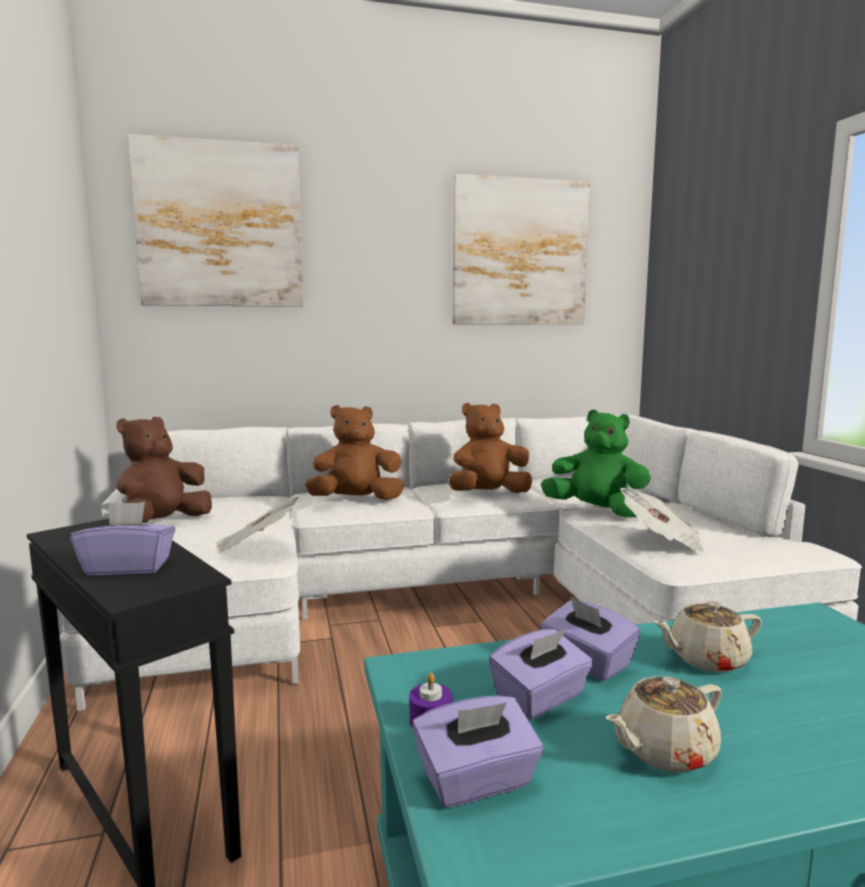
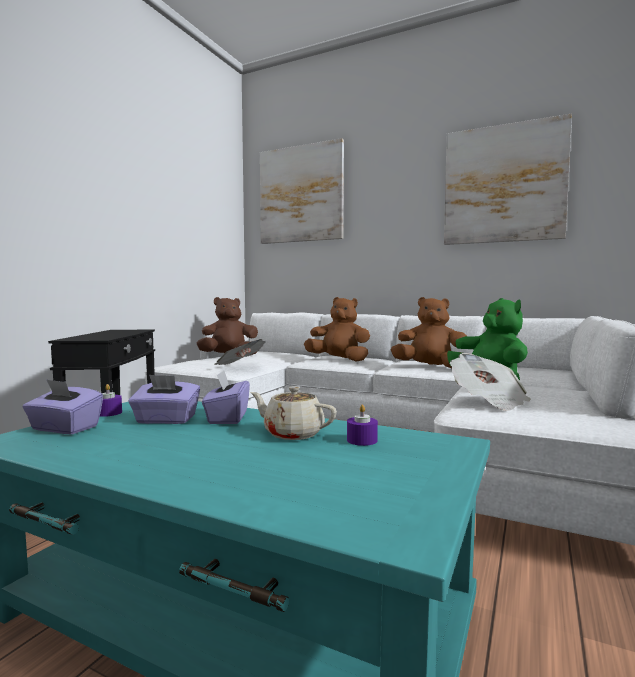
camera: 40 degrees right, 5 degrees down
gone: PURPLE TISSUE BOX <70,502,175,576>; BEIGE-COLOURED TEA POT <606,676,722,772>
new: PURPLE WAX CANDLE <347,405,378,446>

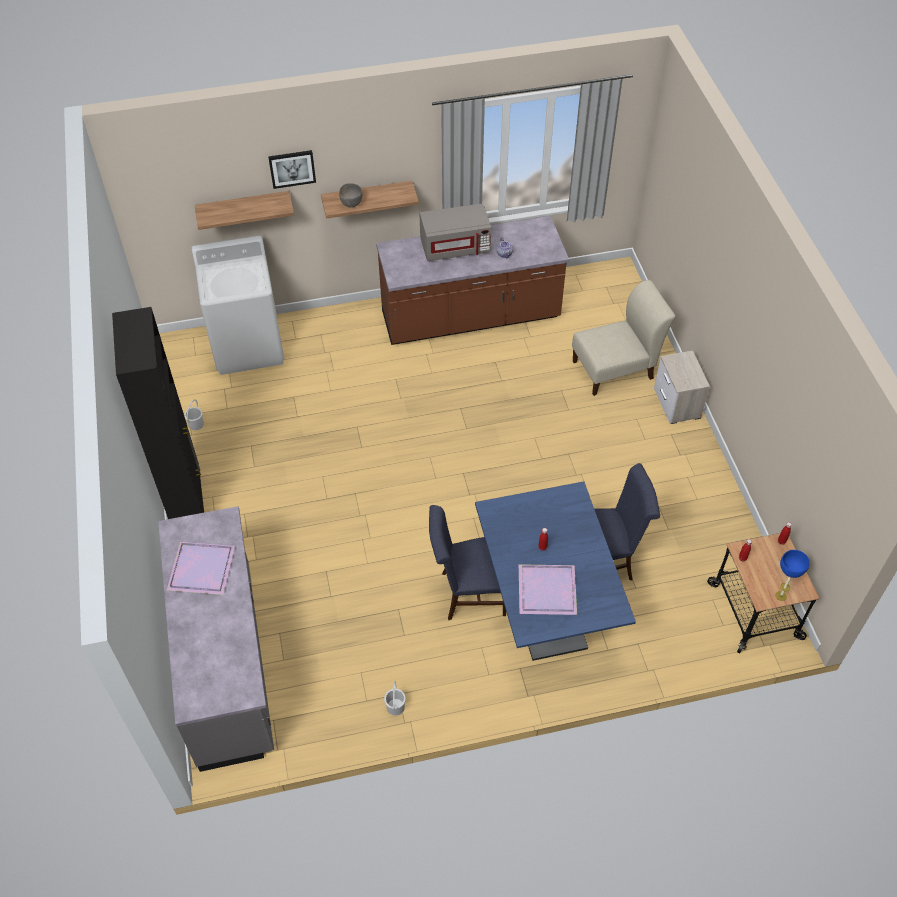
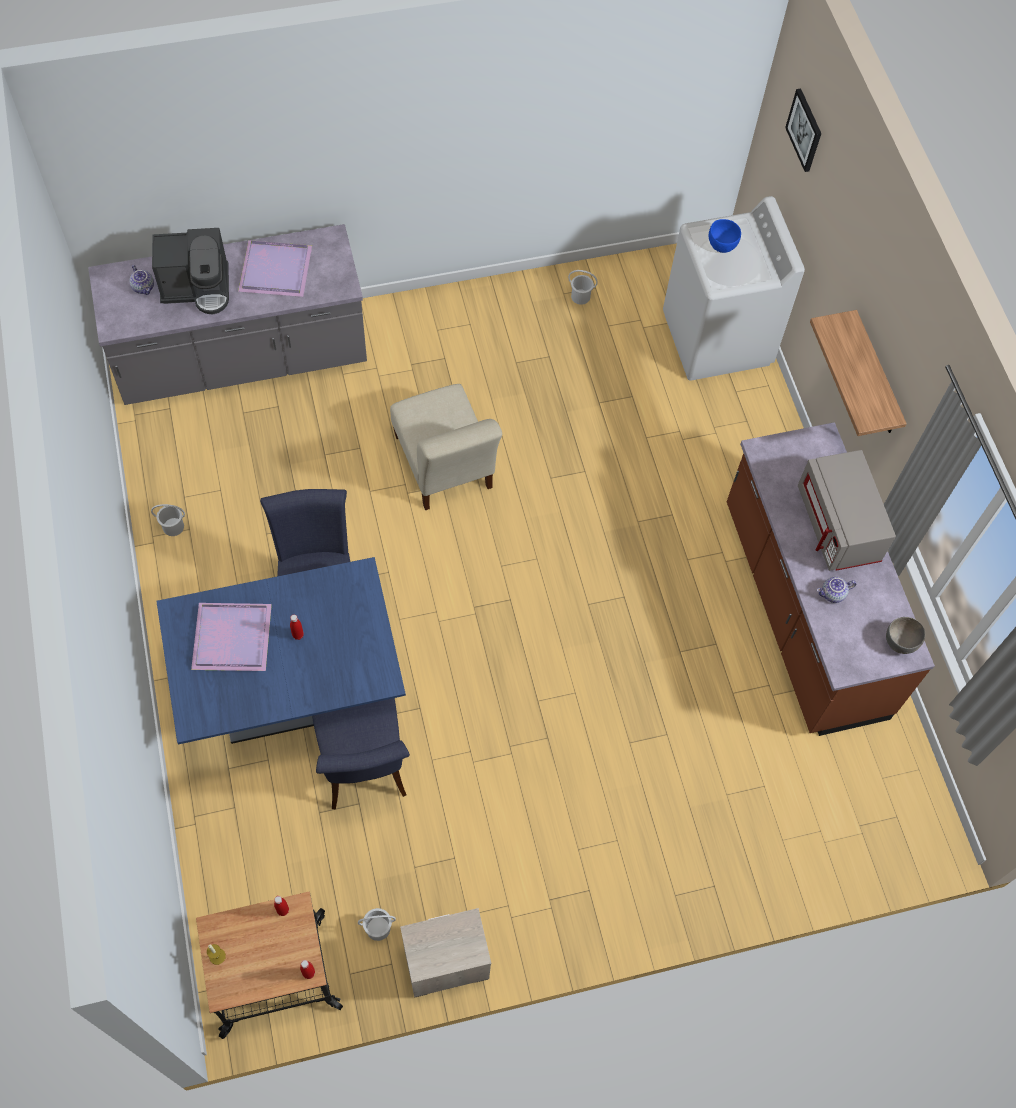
camera: 85 degrees right, 10 degrees up
gone: BLACK CUPBOARD <112,307,204,519>; WALL SHELF <195,191,294,230>
new: TEA POT <130,265,154,295>; COFFEE MAKER <152,228,229,315>; WHITISH WATER BUCKET <358,908,396,941>
shifted: BEIGE-COLOURED UPRIGHT CHAIR <572,280,675,396> to <390,384,502,510>; NIGHT TABLE <654,351,710,424> to <400,908,491,998>; BLUE-COLOURED SERVING BOWL <780,550,810,578> to <709,219,741,253>; WALL PICTURE <268,150,316,189> to <785,88,821,172>; GRAY SERVING BOWL <339,183,362,207> to <886,617,925,654>

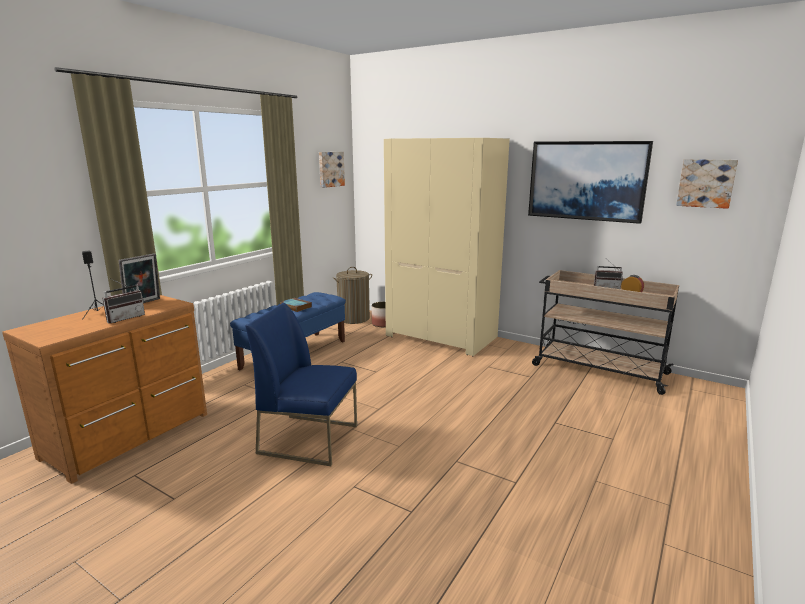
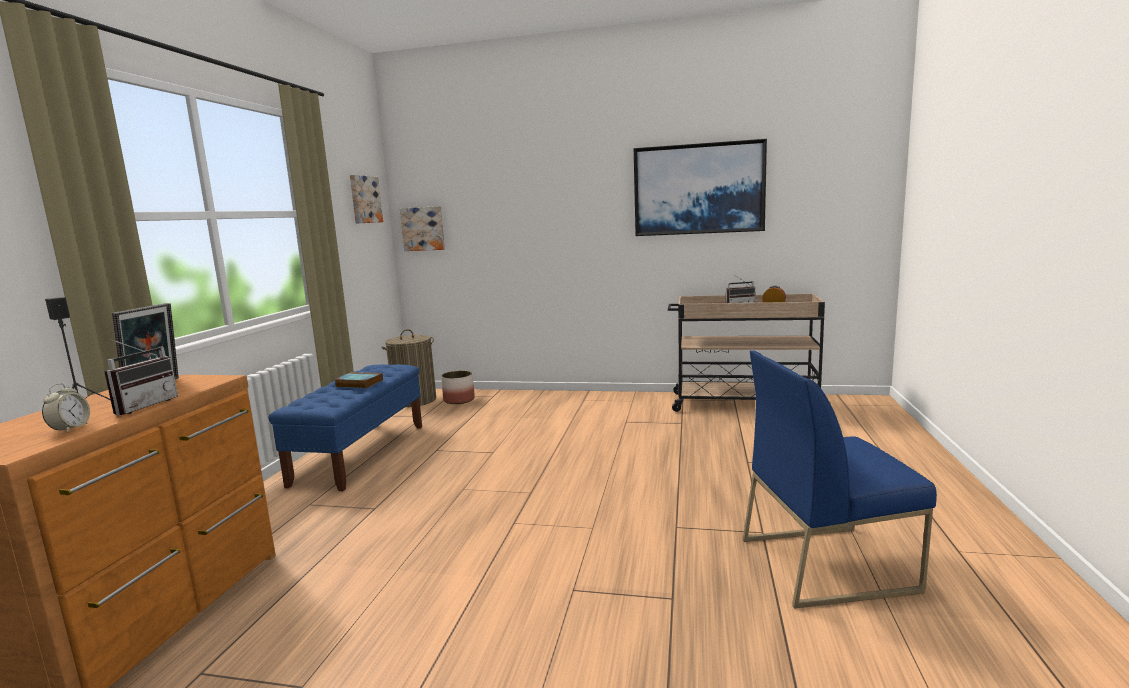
camera: 20 degrees left, 5 degrees down
gone: BEIGE-COLOURED ARMOIRE <384,138,510,356>
new: BEDSIDE CLOCK <42,383,90,433>
shifted: WALL PICTURE <676,159,738,209> to <400,206,445,251>; BLUE-COLOURED UPRIGHT CHAIR <245,303,357,466> to <743,350,937,608>

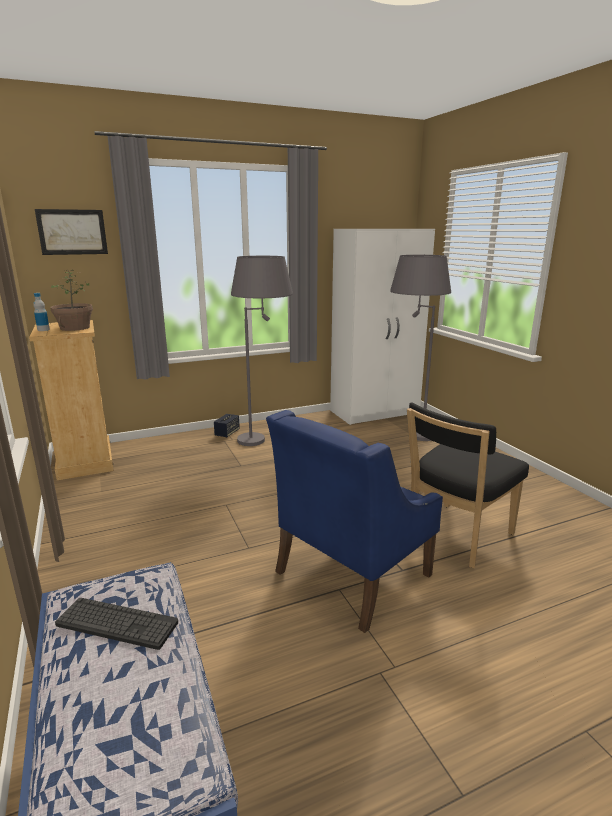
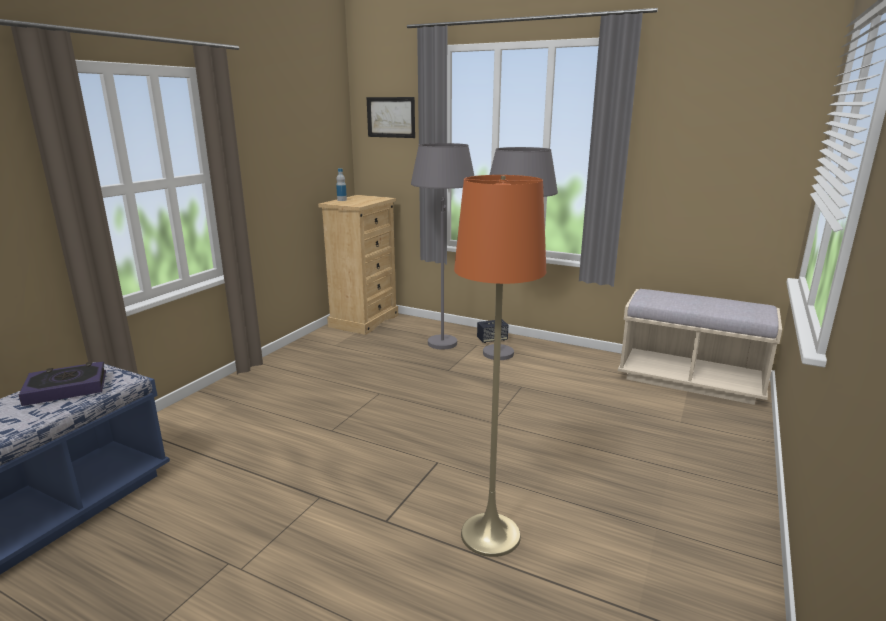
camera: 50 degrees right, 0 degrees up
gone: PLANT IN A POT <50,270,93,331>; BLUE-COLOURED ARMCHAIR <266,410,443,633>
shifted: GRAY STANDING LAMP <390,255,451,441> to <411,143,474,349>
swapped: PC KEYBOARD <55,598,178,650> to BOOK <19,361,106,406>; BLACK UPRIGHT CHAIR <407,403,529,568> to ORANGE-COLOURED STANDING LAMP <454,175,546,557>; WHITISH ARMOIRE <330,229,435,425> to BEIGE-COLOURED LONG SEAT <618,289,782,405>

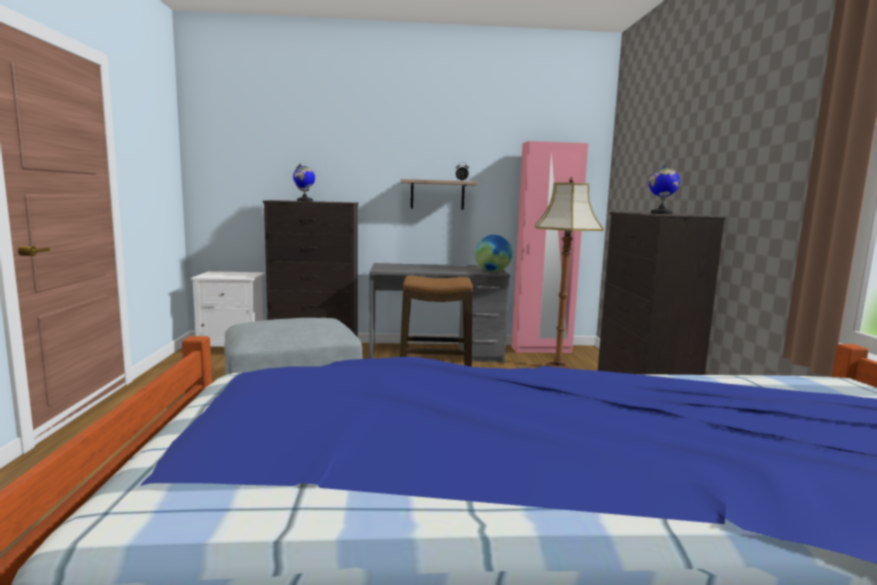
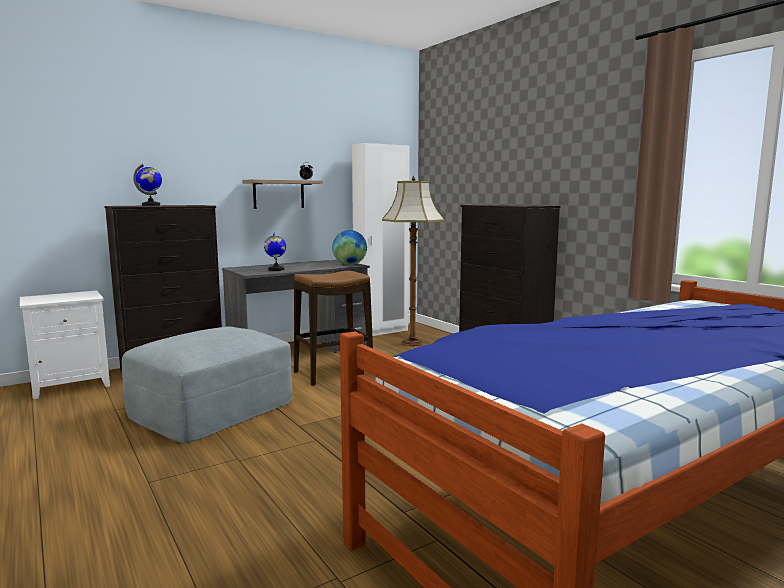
camera: 30 degrees left, 0 degrees up
shifted: WORLD GLOBE <649,164,680,214> to <264,232,286,271>
repainted: PINK ARMOIRE <511,141,588,353> to WHITISH ARMOIRE <352,143,410,336>

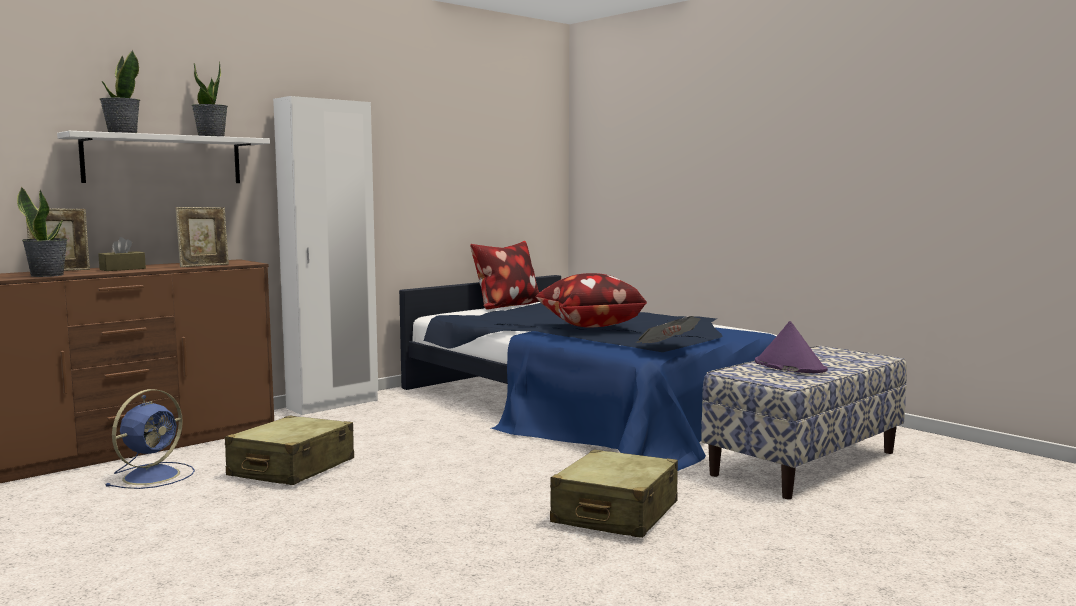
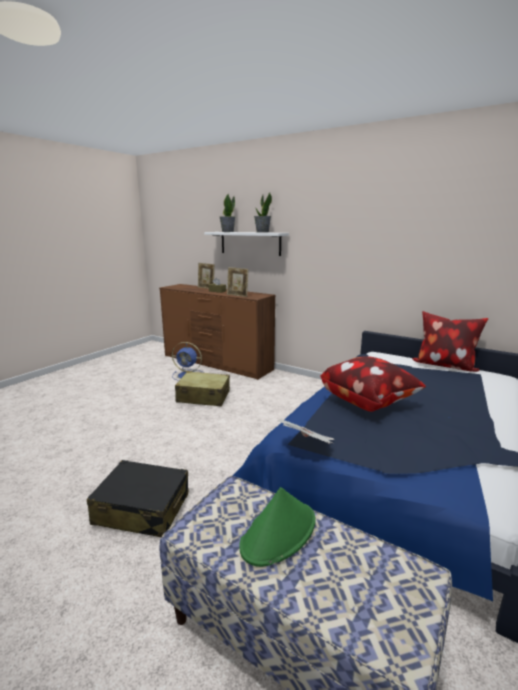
camera: 75 degrees right, 10 degrees up
gone: PLANT IN A POT <17,187,68,277>; WHITISH ARMOIRE <273,96,378,415>
repainted: BEIGE-COLOURED TRAVEL CASE <550,449,678,538> to BLACK TRAVEL CASE <87,460,188,538>; PURPLE HAT <755,321,828,373> to GREEN HAT <239,487,316,567>

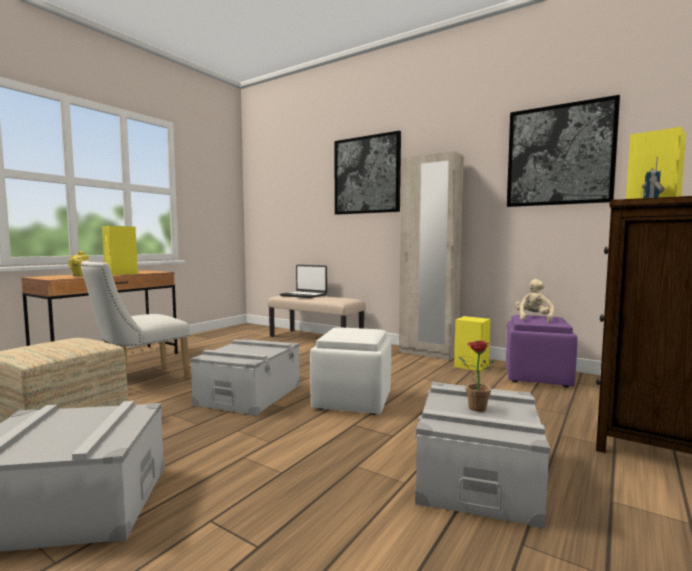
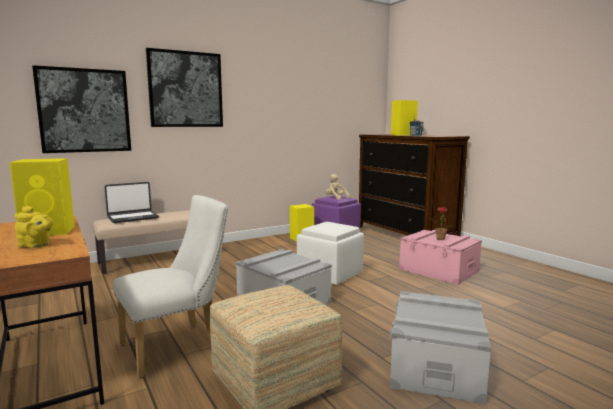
camera: 65 degrees left, 5 degrees up
gone: BEIGE-COLOURED ARMOIRE <399,151,464,360>
shifted: WALL PICTURE <507,95,620,207> to <32,65,131,153>
repainted: GRAY STORAGE CONTAINER <415,382,550,528> to PINK STORAGE CONTAINER <399,230,482,285>
rotated: WHITISH UPRIGHT CHAIR <80,261,190,380> = <113,195,228,378> 105 degrees counterclockwise

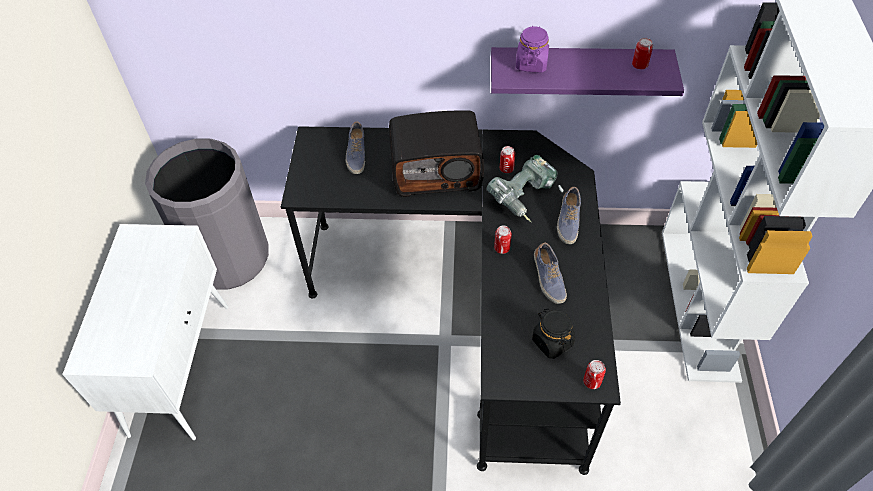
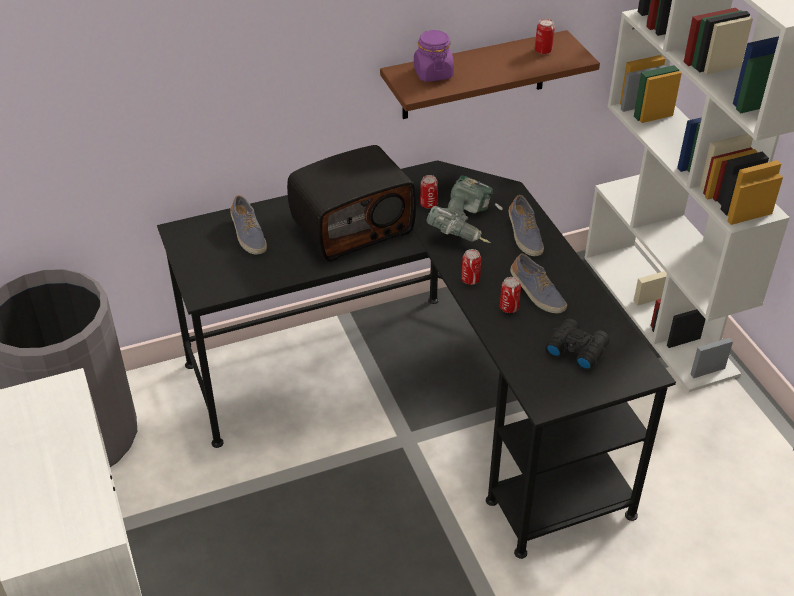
camera: 25 degrees left, 10 degrees down
shifted: SEALED CAN <583,360,606,389> to <500,277,521,313>
swapped: BLACK PRESERVE JAR <532,309,575,359> to BLACK PAIR OF BINOCULARS <545,318,610,371>
repainted: PURPLE WALL SHELF <491,47,684,96> to BROWN WALL SHELF <380,30,600,119>

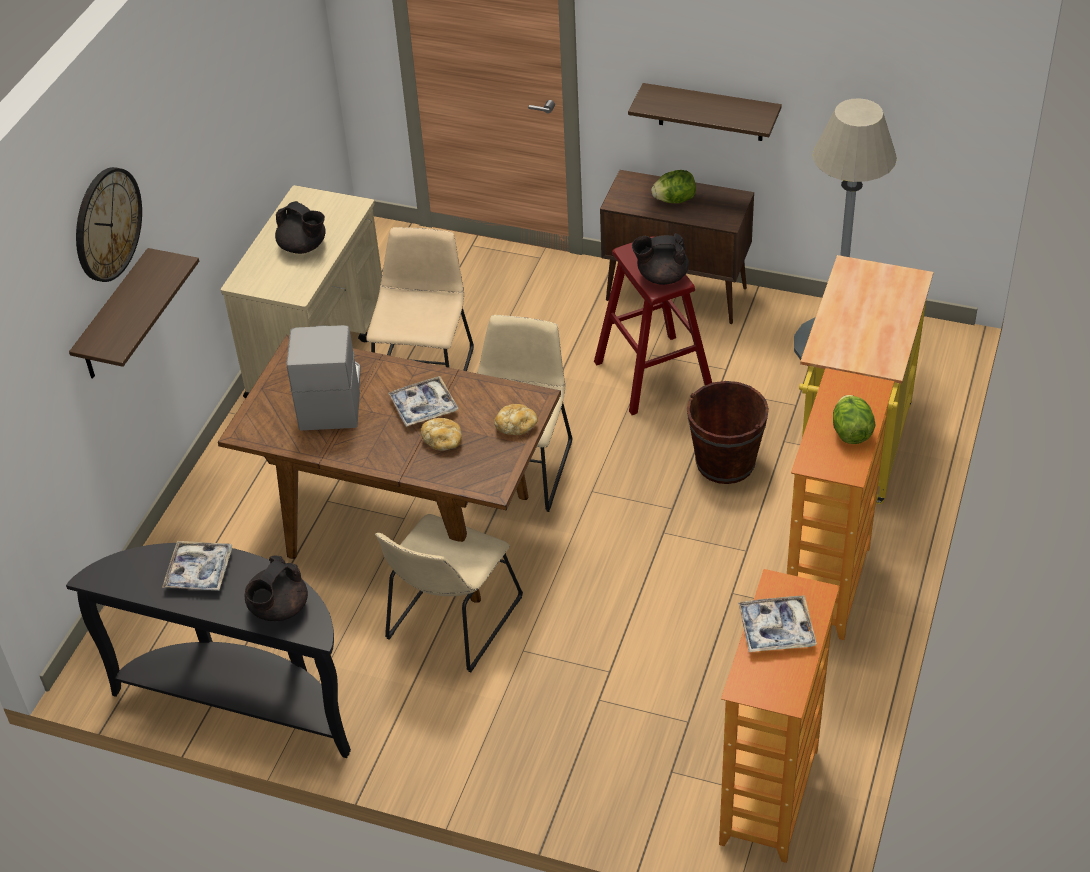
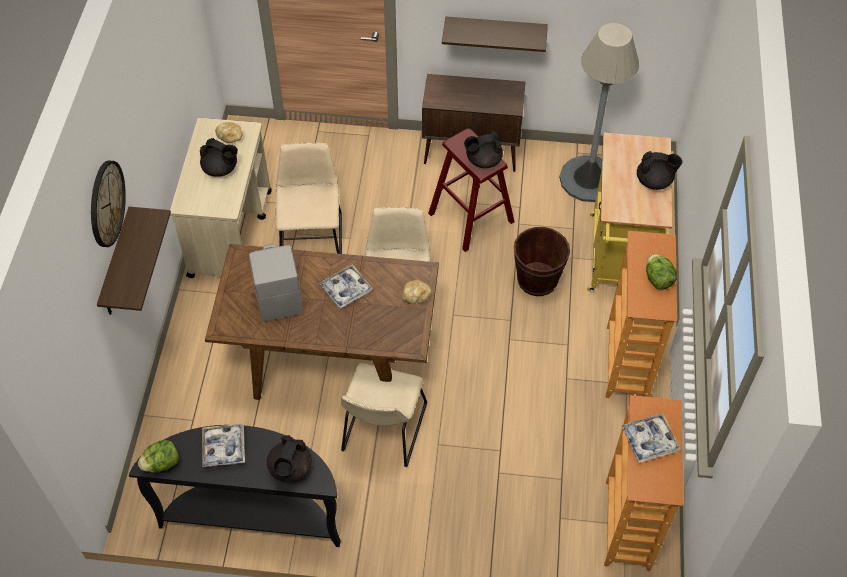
camera: 15 degrees left, 10 degrees up
new: BLACK TEA POT <637,151,682,190>
shifted: LETTUCE <651,170,696,203> to <138,440,179,472>; BREAD <421,418,462,451> to <215,122,243,143>

